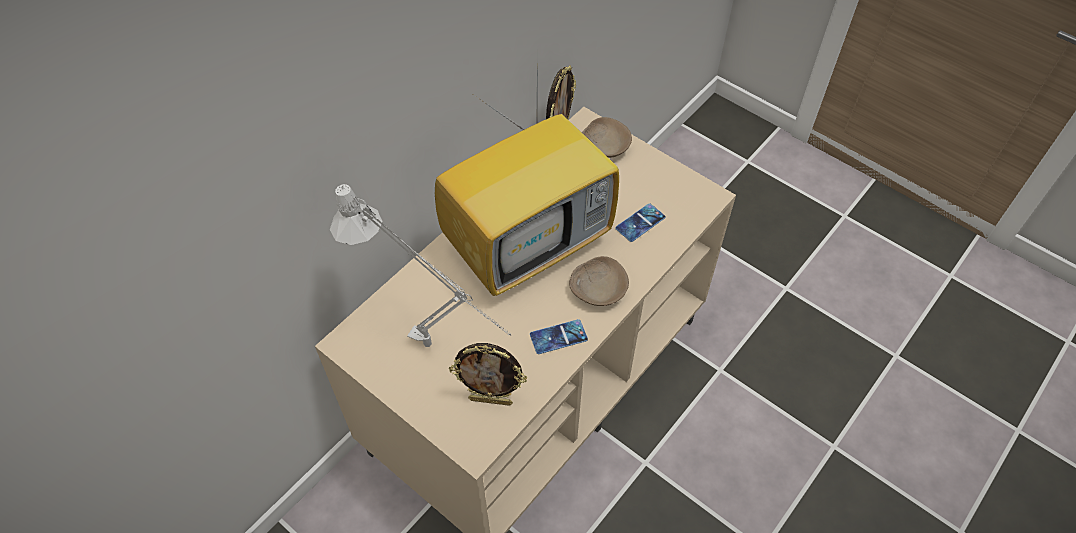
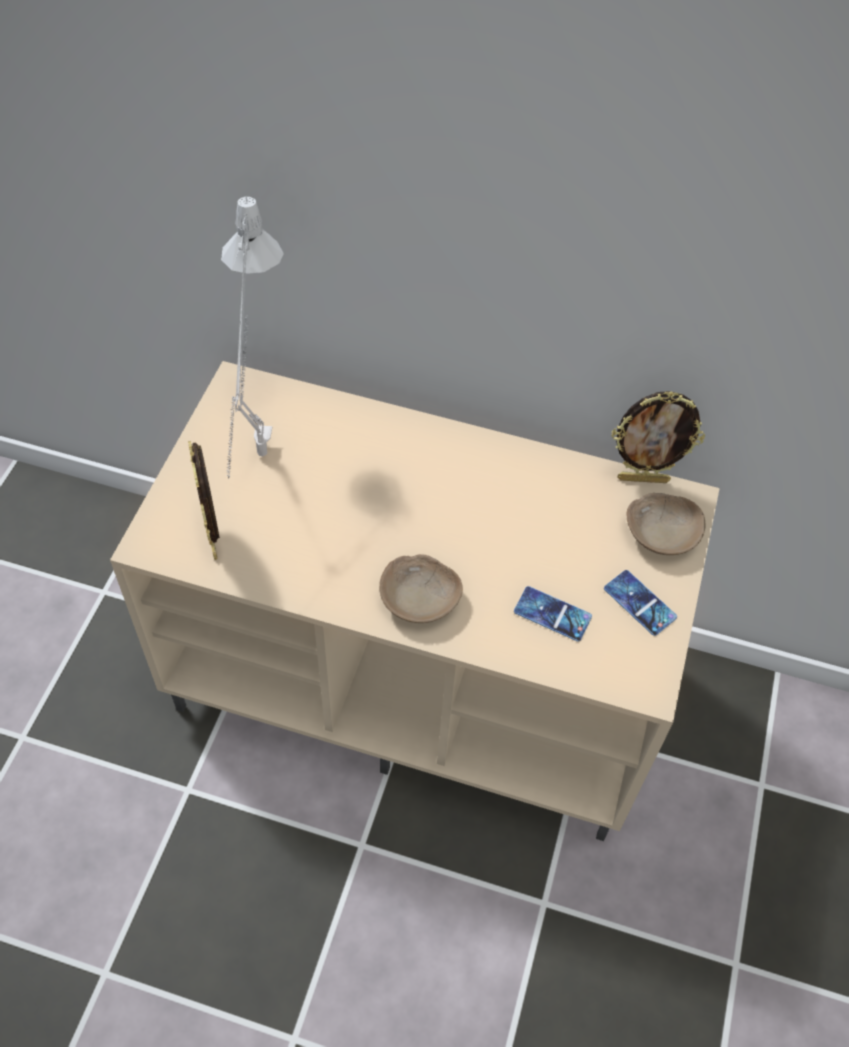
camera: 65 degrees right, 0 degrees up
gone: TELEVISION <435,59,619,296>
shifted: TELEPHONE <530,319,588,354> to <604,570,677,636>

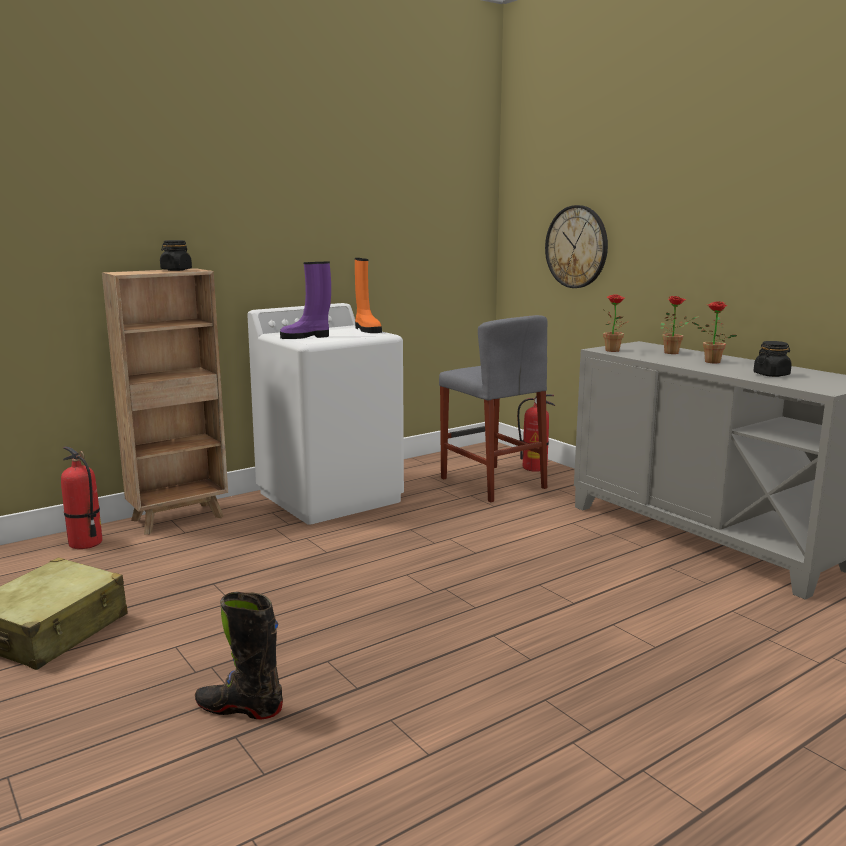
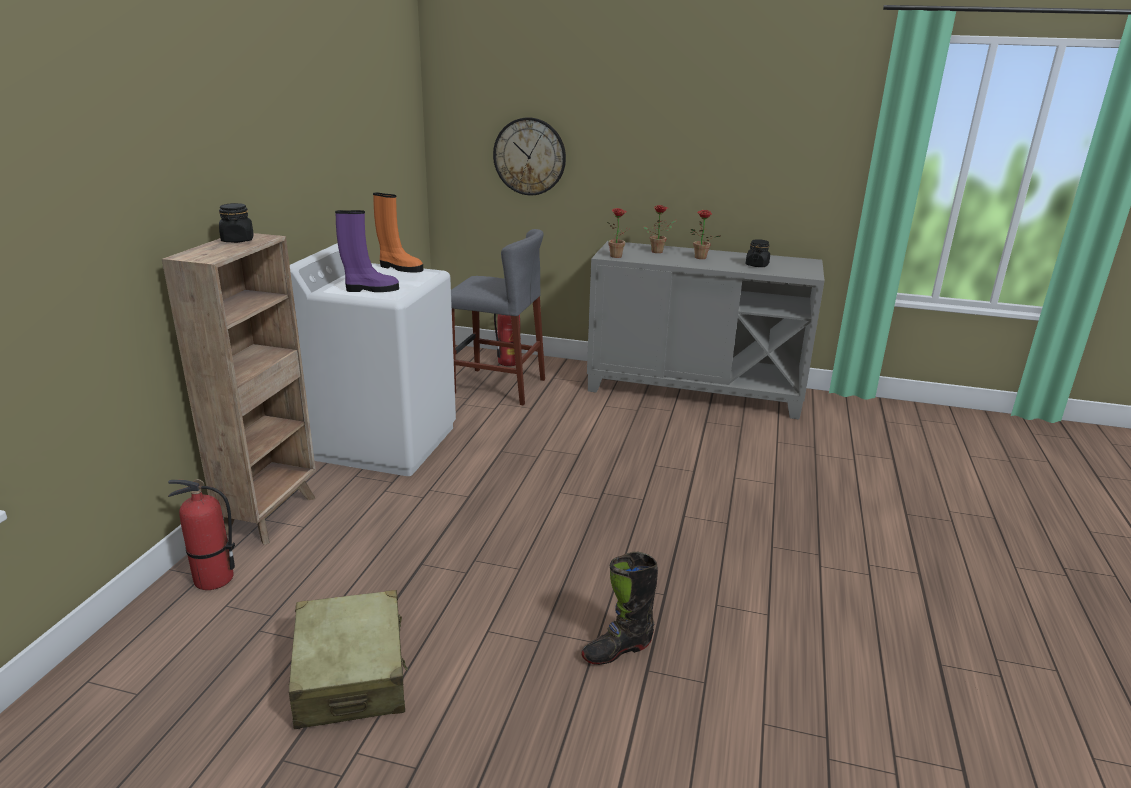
camera: 40 degrees left, 10 degrees up
rotated: PURPLE BOOT <280,261,331,339> = <335,210,399,292> 135 degrees counterclockwise

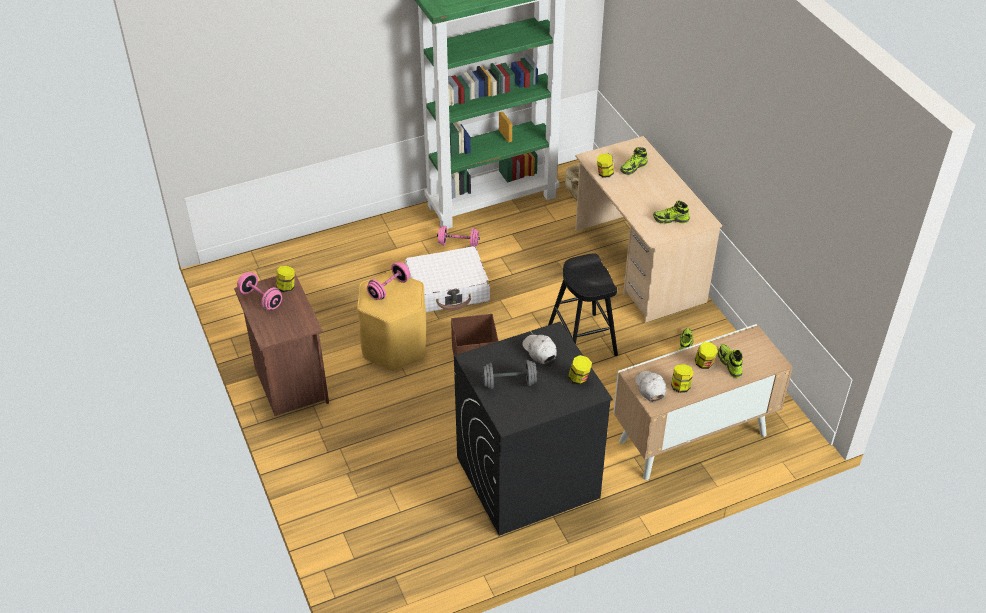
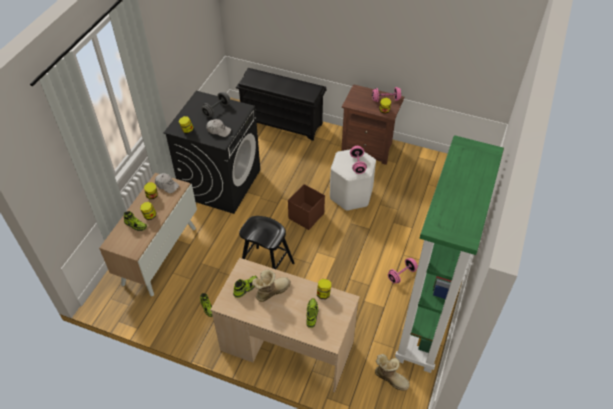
camera: 135 degrees right, 5 degrees up
gone: WHITISH TRAVEL CASE <405,246,490,312>
new: BLACK SHOE STAND <236,68,326,141>; BOOT <252,269,291,302>
repainted: YELLOW STOOL <357,271,426,371> to WHITISH STOOL <330,149,376,211>

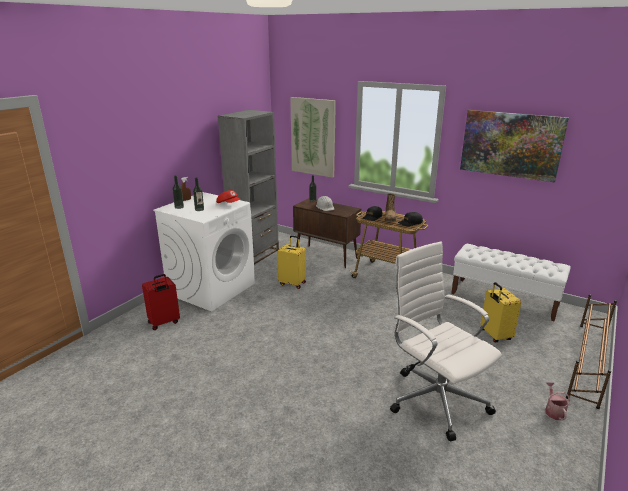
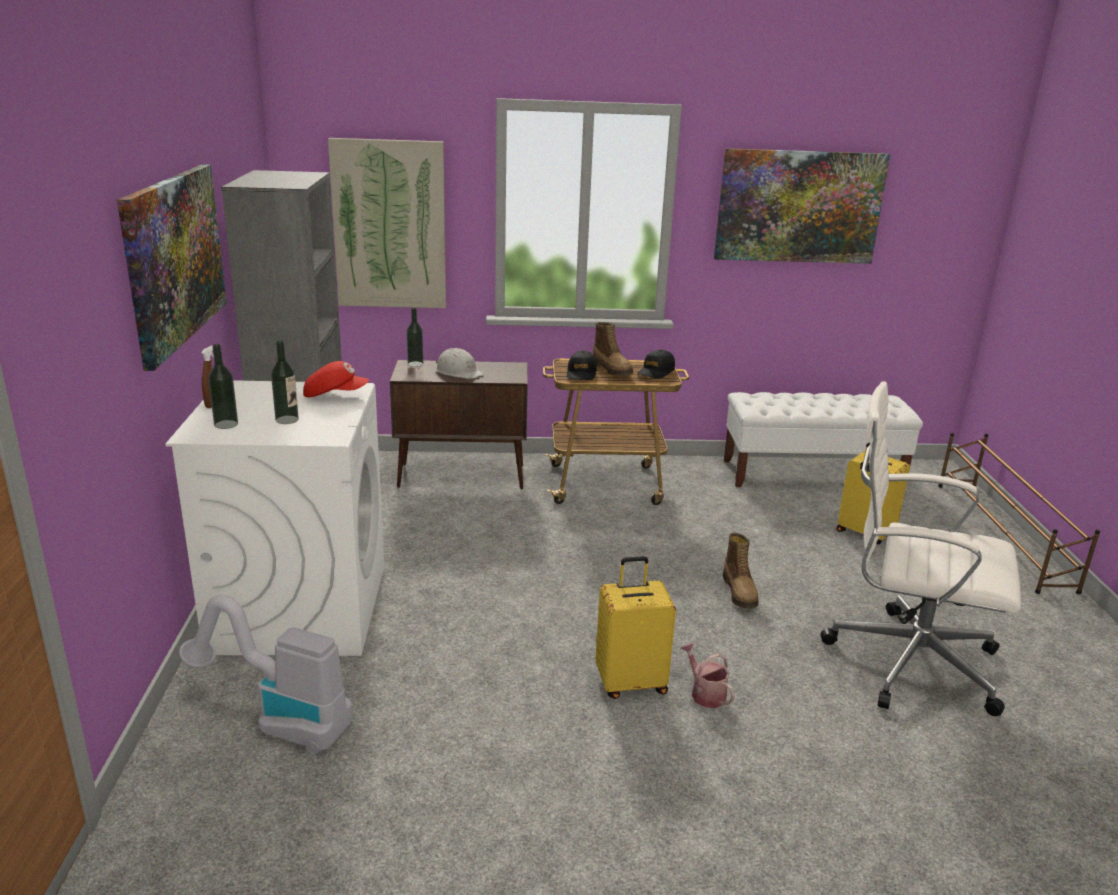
camera: 35 degrees left, 0 degrees up
new: WALL PICTURE <117,164,227,371>; BOOT <723,533,759,609>
shifted: YELLOW TRAVEL CASE <277,235,306,289> to <595,556,676,699>; WATERING CAN <545,382,570,421> to <680,643,735,708>
swapped: RED TRAVEL CASE <142,274,180,330> to VACUUM <179,595,353,754>

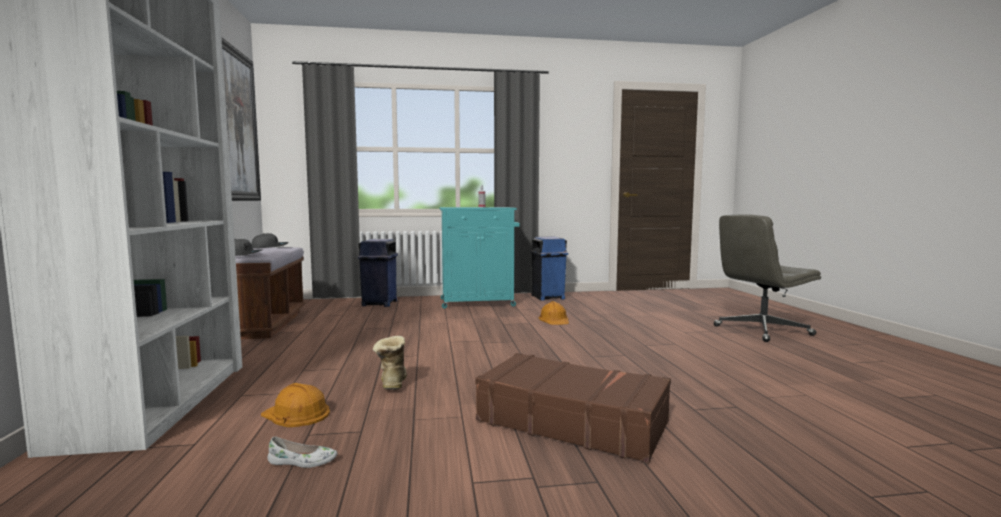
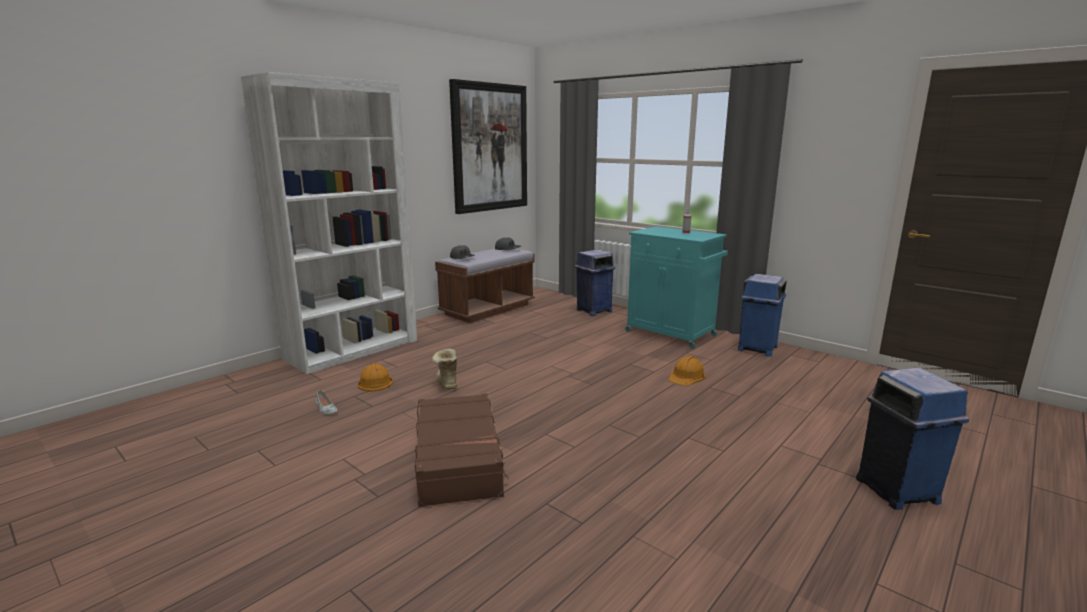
camera: 50 degrees right, 10 degrees up
swapped: GRAY OFFICE CHAIR <713,214,821,342> to BLUE-COLOURED WASTE BIN <856,368,969,510>
rotated: BOOT <373,336,407,390> = <432,349,457,389> 60 degrees counterclockwise

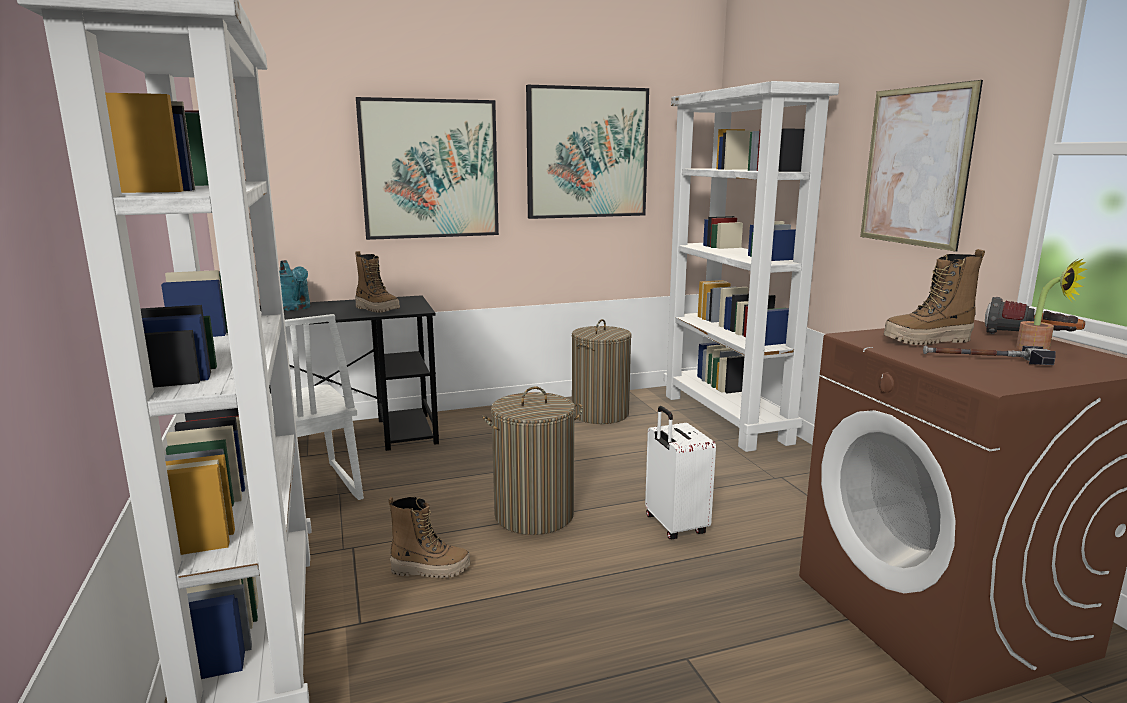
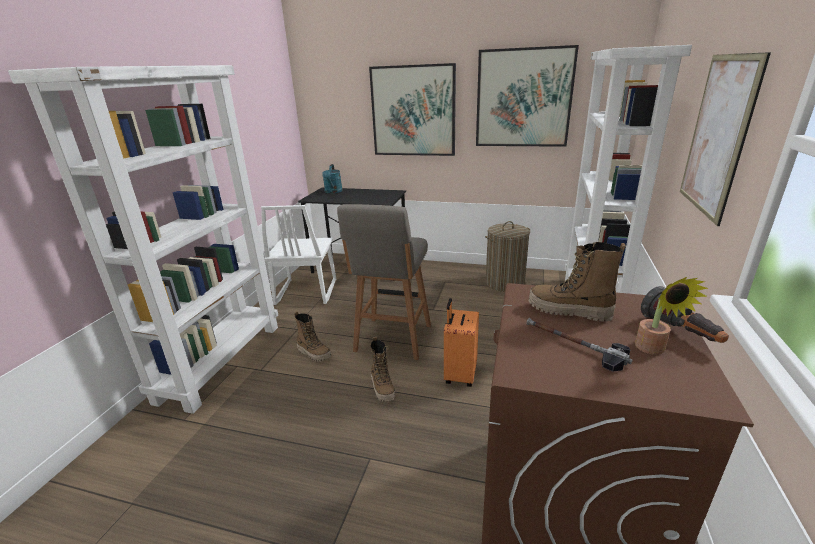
camera: 35 degrees right, 10 degrees up
shifted: BOOT <355,251,400,313> to <370,337,395,402>
swapped: HAMPER <482,387,583,535> to GRAY STOOL <337,204,431,360>
repainted: WHITISH TRAVEL CASE <645,406,716,539> to ORANGE-COLOURED TRAVEL CASE <444,298,479,387>

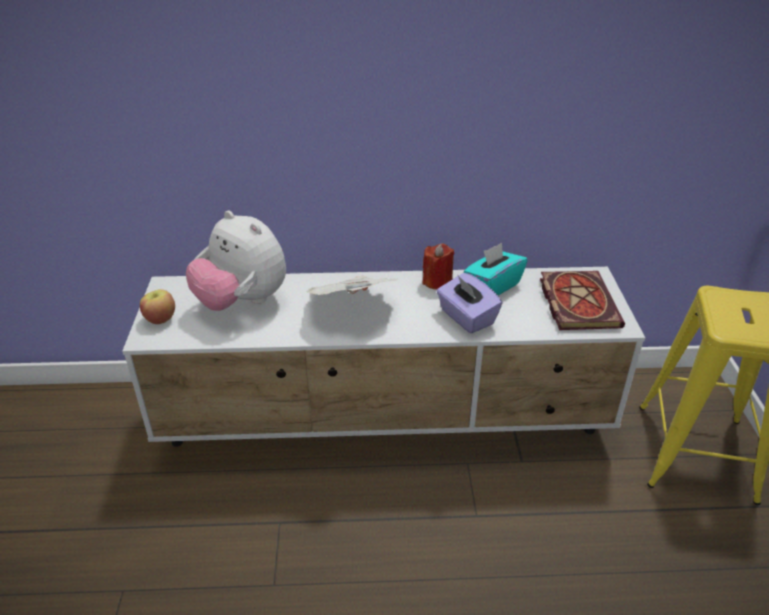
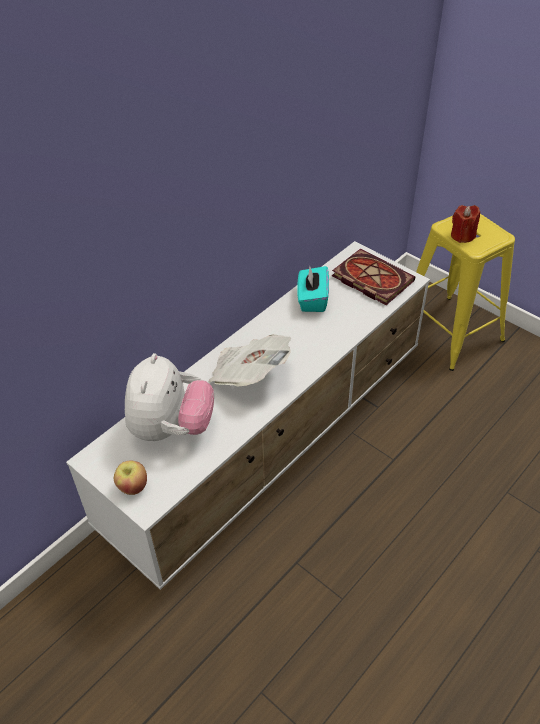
camera: 45 degrees left, 10 degrees up
gone: PURPLE TISSUE BOX <437,273,502,334>
shifted: RED WAX CANDLE <422,243,454,290> to <451,205,480,243>
rotated: SOFT TOY <186,211,286,311> = <125,353,214,441> 75 degrees counterclockwise

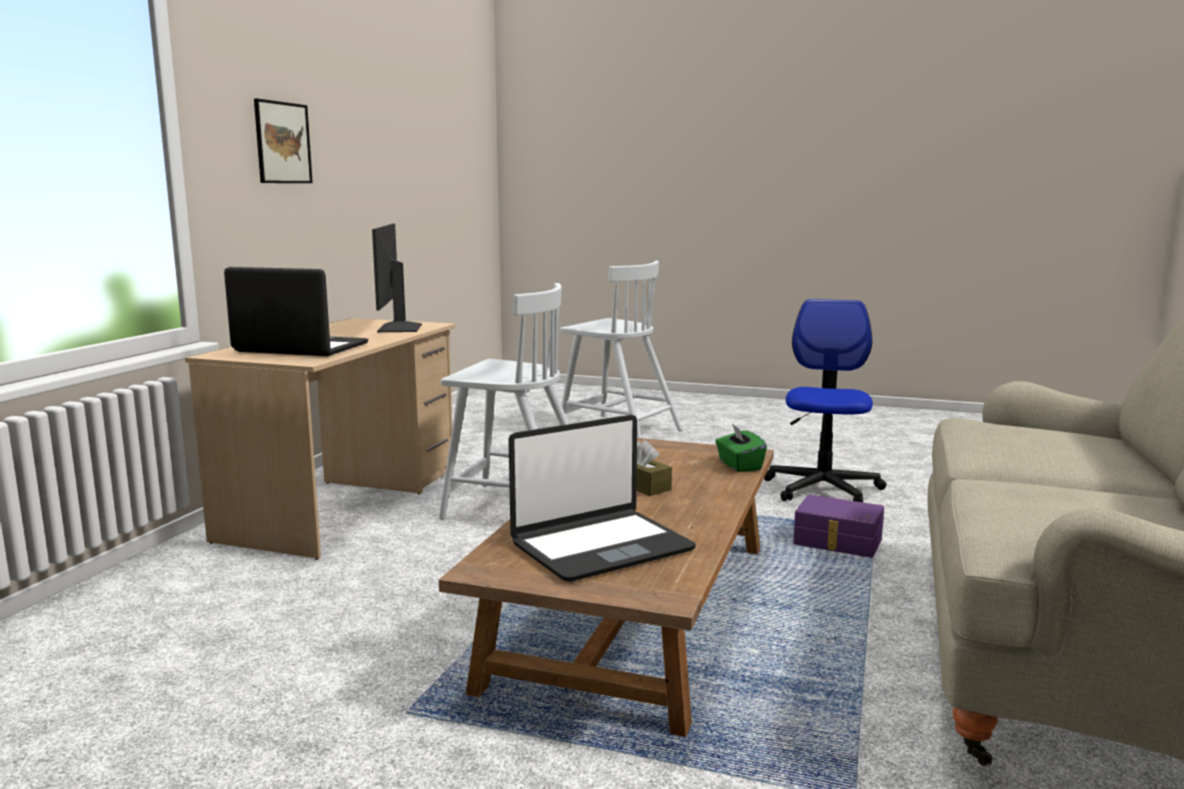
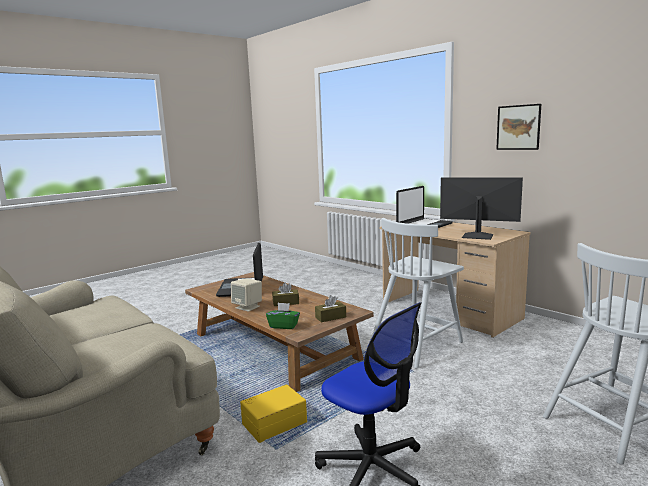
camera: 120 degrees right, 0 degrees up
new: BEIGE-COLOURED SPEAKER <231,278,262,312>; BROWN TISSUE BOX <315,295,346,323>
repainted: PURPLE STORAGE CONTAINER <793,495,884,558> to YELLOW STORAGE CONTAINER <240,384,307,443>

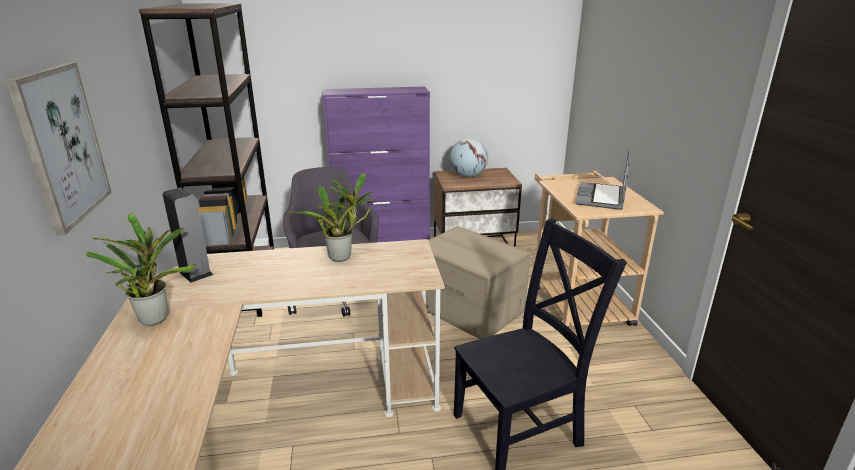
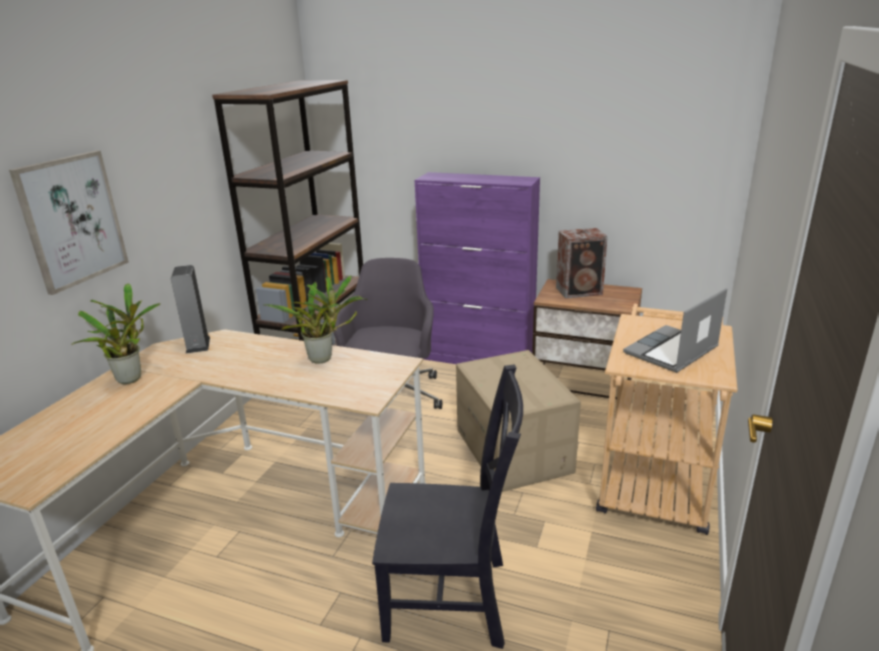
camera: 30 degrees right, 0 degrees up
swapped: WORLD GLOBE <450,138,488,177> to SPEAKER <556,228,608,299>

